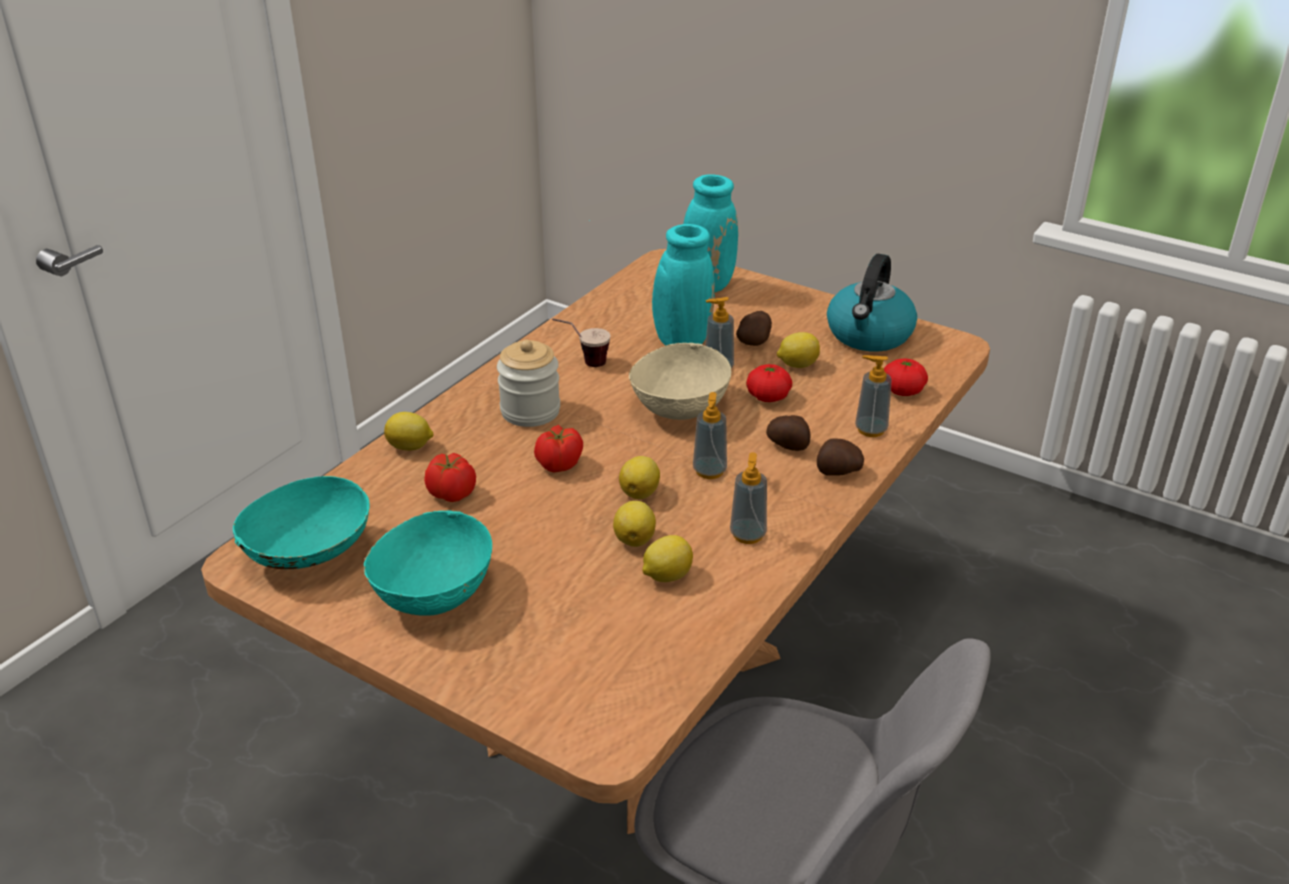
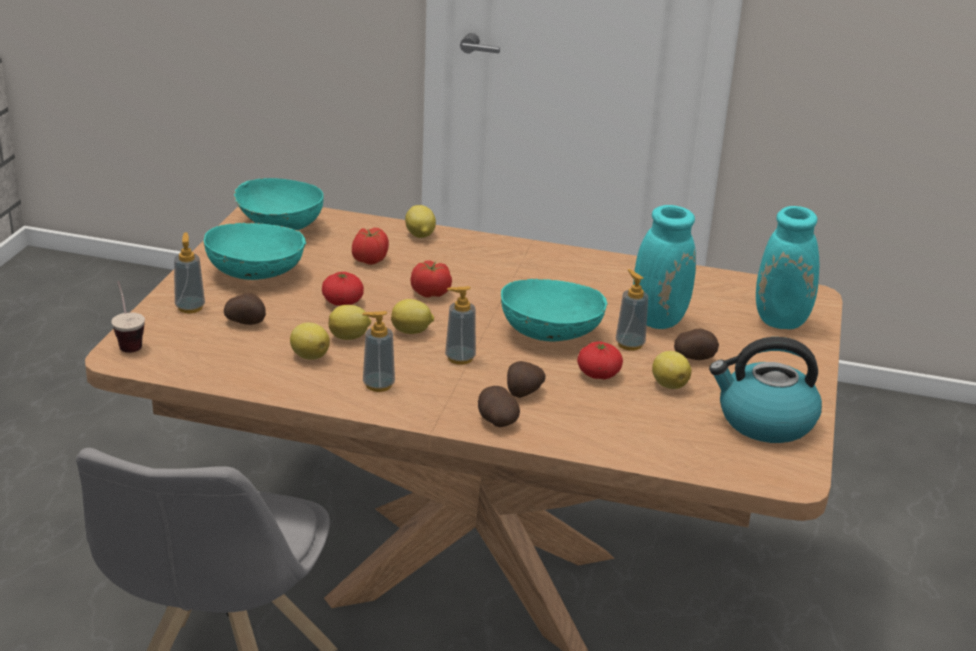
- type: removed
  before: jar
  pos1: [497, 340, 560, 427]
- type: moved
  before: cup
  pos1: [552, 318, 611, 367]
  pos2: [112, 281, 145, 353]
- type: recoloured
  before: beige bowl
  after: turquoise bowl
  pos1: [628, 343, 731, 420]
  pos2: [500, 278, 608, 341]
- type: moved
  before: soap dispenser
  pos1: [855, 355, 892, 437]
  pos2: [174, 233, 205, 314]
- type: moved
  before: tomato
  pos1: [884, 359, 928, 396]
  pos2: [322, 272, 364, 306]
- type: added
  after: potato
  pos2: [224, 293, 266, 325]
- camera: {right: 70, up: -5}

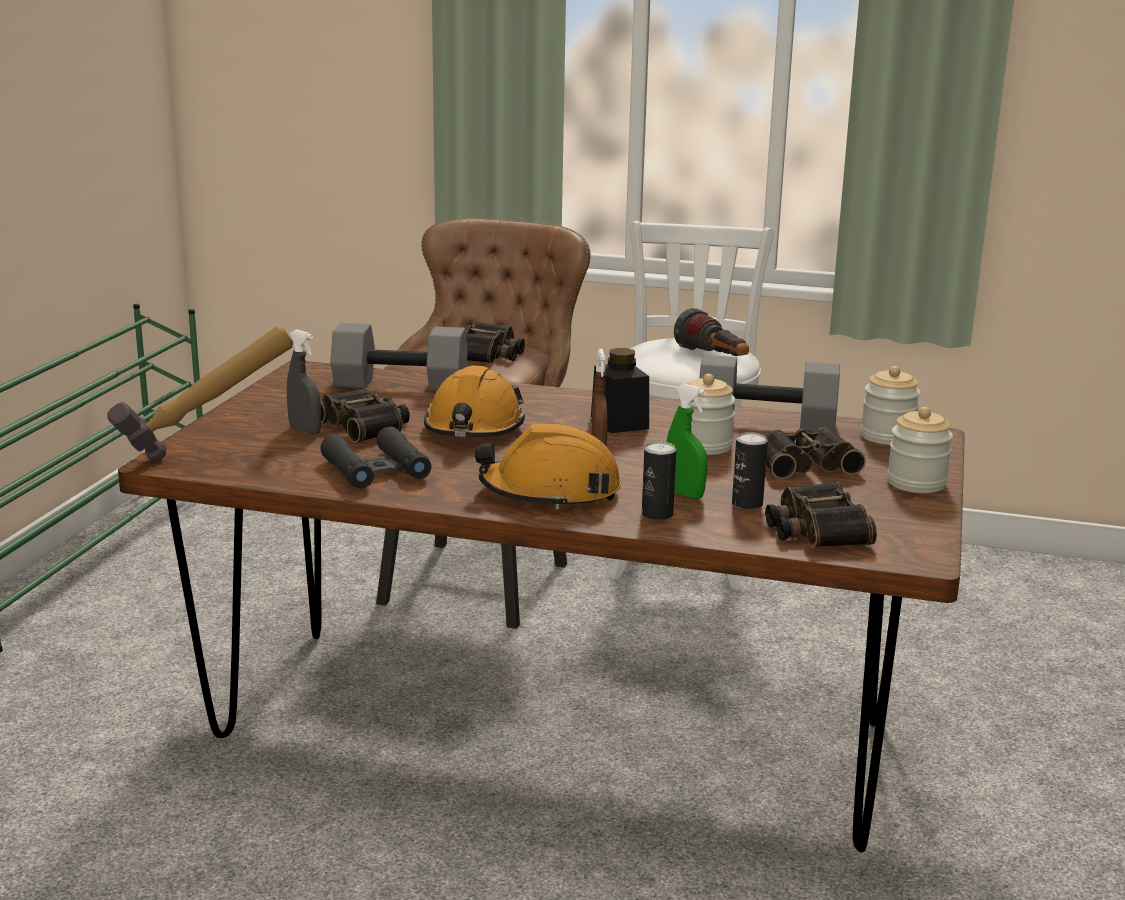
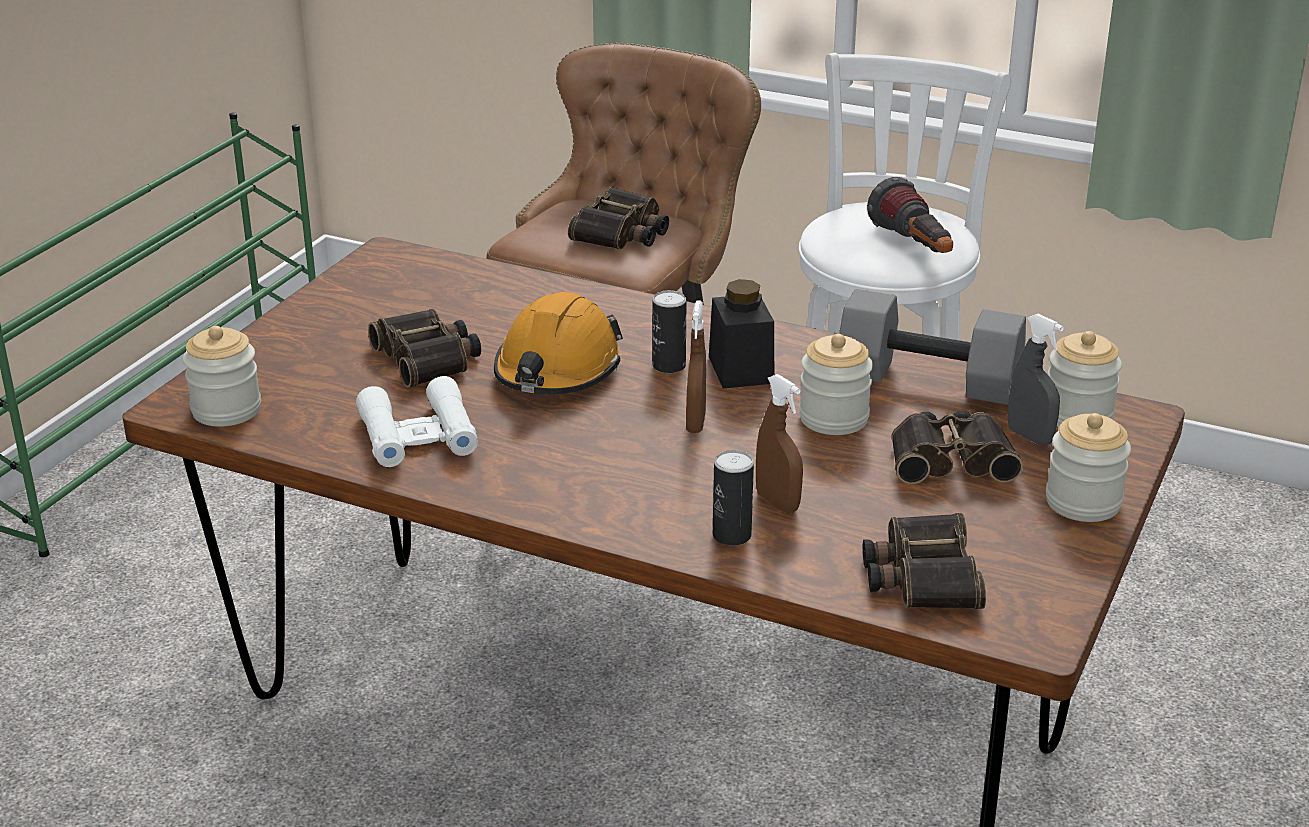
- type: replaced
  before: hammer
  after: jar
  pos1: [108, 326, 293, 461]
  pos2: [183, 326, 261, 427]
- type: moved
  before: grey spray bottle
  pos1: [287, 330, 321, 434]
  pos2: [1008, 314, 1064, 446]
- type: recoloured
  before: black binoculars
  after: white binoculars
  pos1: [320, 426, 431, 488]
  pos2: [356, 376, 478, 467]
- type: removed
  before: grey dumbbell
  pos1: [330, 323, 467, 391]
- type: removed
  before: orange hard hat
  pos1: [475, 424, 621, 509]
- type: recoloured
  before: green spray bottle
  after: brown spray bottle
  pos1: [667, 383, 707, 499]
  pos2: [756, 374, 803, 513]
- type: moved
  before: can
  pos1: [732, 432, 768, 510]
  pos2: [652, 290, 687, 373]
- camera: {right: 10, up: 10}

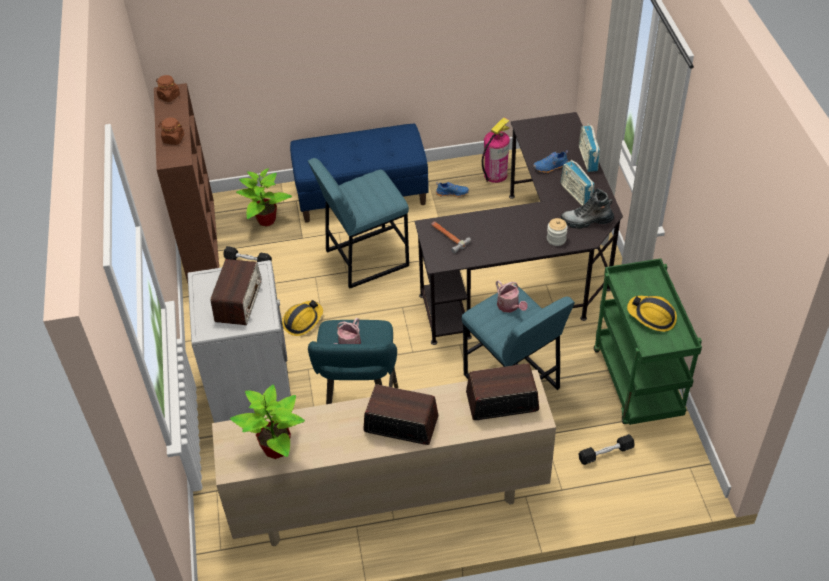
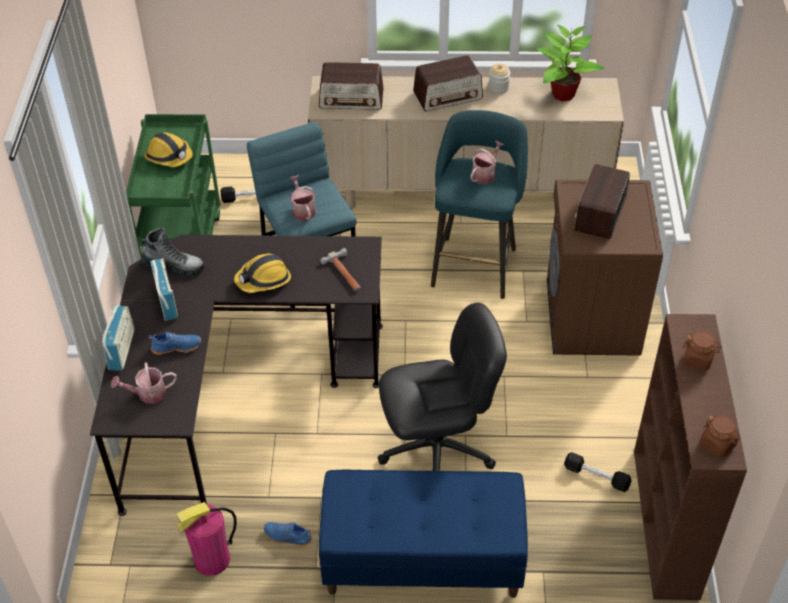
- type: recoloured
  before: white washing machine
  after: brown washing machine
  pos1: [187, 260, 291, 423]
  pos2: [547, 180, 663, 356]
- type: removed
  before: potted plant
  pos1: [236, 168, 292, 227]
- type: moved
  before: hard hat
  pos1: [282, 300, 323, 336]
  pos2: [234, 254, 291, 293]
- type: replaced
  before: blue stool
  after: black office chair
  pos1: [308, 158, 409, 289]
  pos2: [377, 303, 507, 471]
- type: turned
  before: radio
  pos1: [363, 384, 439, 445]
  pos2: [413, 55, 483, 111]
  turn: -45
- type: moved
  before: jar
  pos1: [547, 218, 568, 246]
  pos2: [489, 64, 510, 94]
- type: added
  after: watering can
  pos2: [111, 362, 177, 404]
- camera: {right: -170, up: 0}

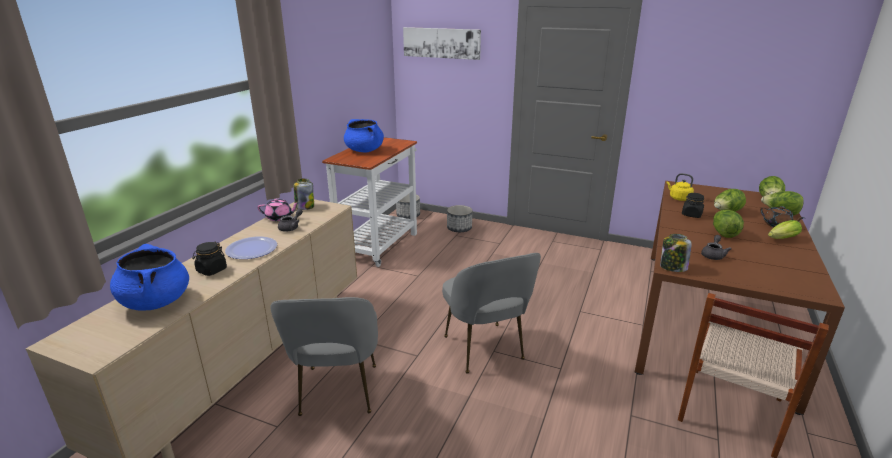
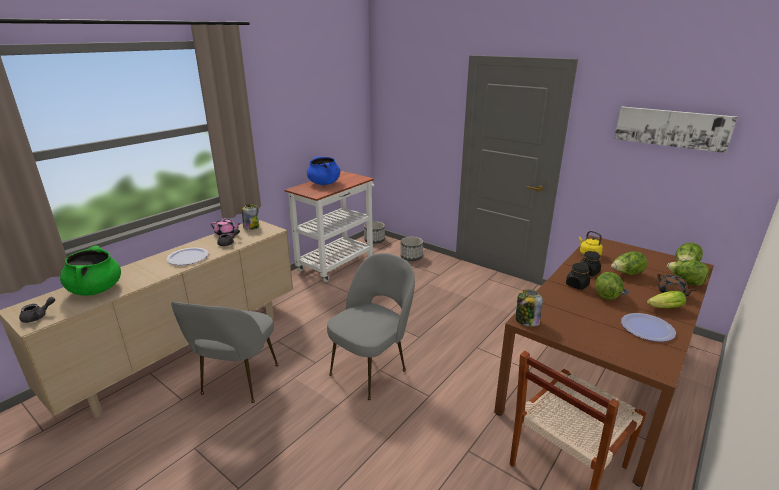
- type: recoloured
  before: blue cooking pot
  after: green cooking pot
  pos1: [110, 244, 189, 311]
  pos2: [60, 245, 121, 296]
- type: moved
  before: black jar
  pos1: [192, 242, 227, 276]
  pos2: [566, 263, 590, 290]
- type: moved
  before: picture
  pos1: [403, 27, 481, 60]
  pos2: [614, 107, 737, 153]
- type: turned
  before: grey chair
  pos1: [442, 253, 541, 374]
  pos2: [327, 253, 415, 400]
  turn: -135
- type: moved
  before: grey teapot
  pos1: [701, 235, 732, 260]
  pos2: [19, 297, 55, 323]
- type: added
  after: plate
  pos2: [621, 313, 676, 342]
- camera: {right: 15, up: 0}

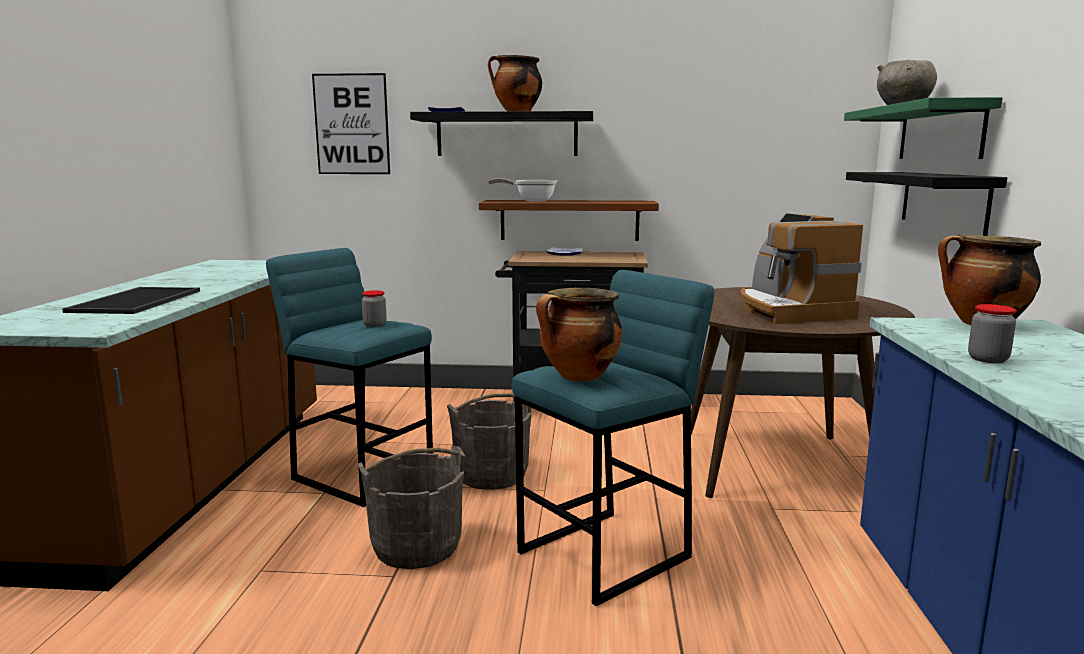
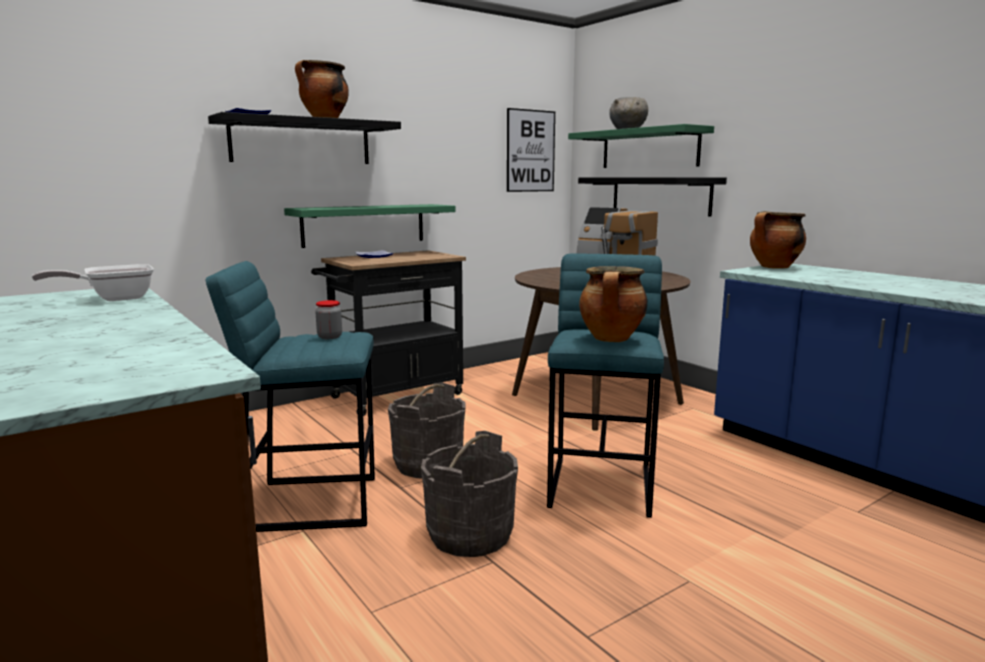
- type: removed
  before: tray
  pos1: [62, 287, 200, 314]
- type: moved
  before: picture
  pos1: [312, 73, 390, 174]
  pos2: [507, 108, 555, 192]
- type: recoloured
  before: brown shelf
  after: green shelf
  pos1: [479, 200, 659, 241]
  pos2: [284, 204, 455, 248]
- type: moved
  before: frying pan
  pos1: [488, 178, 557, 202]
  pos2: [32, 264, 154, 301]
- type: removed
  before: jar
  pos1: [968, 304, 1016, 363]
- camera: {right: -40, up: 0}

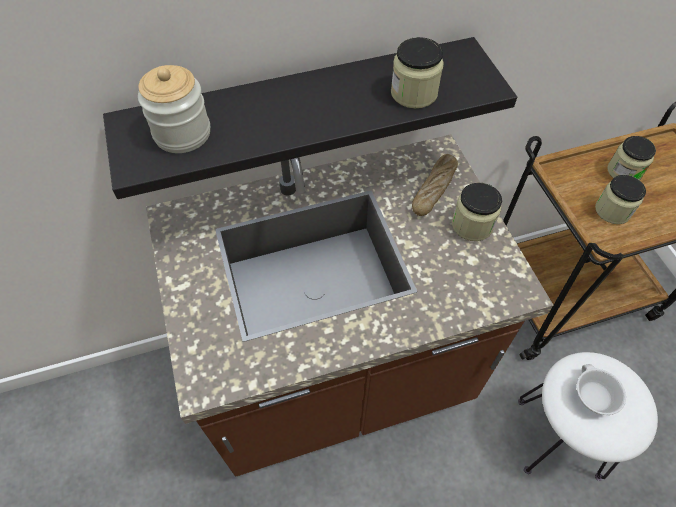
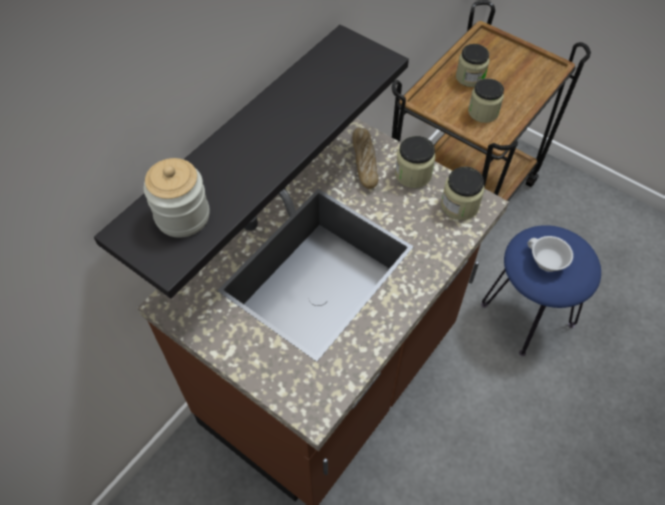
- type: moved
  before: jar
  pos1: [391, 37, 444, 108]
  pos2: [441, 166, 485, 220]
- type: recoloured
  before: white stool
  after: blue stool
  pos1: [518, 352, 658, 481]
  pos2: [481, 225, 601, 356]
- camera: {right: -35, up: 0}

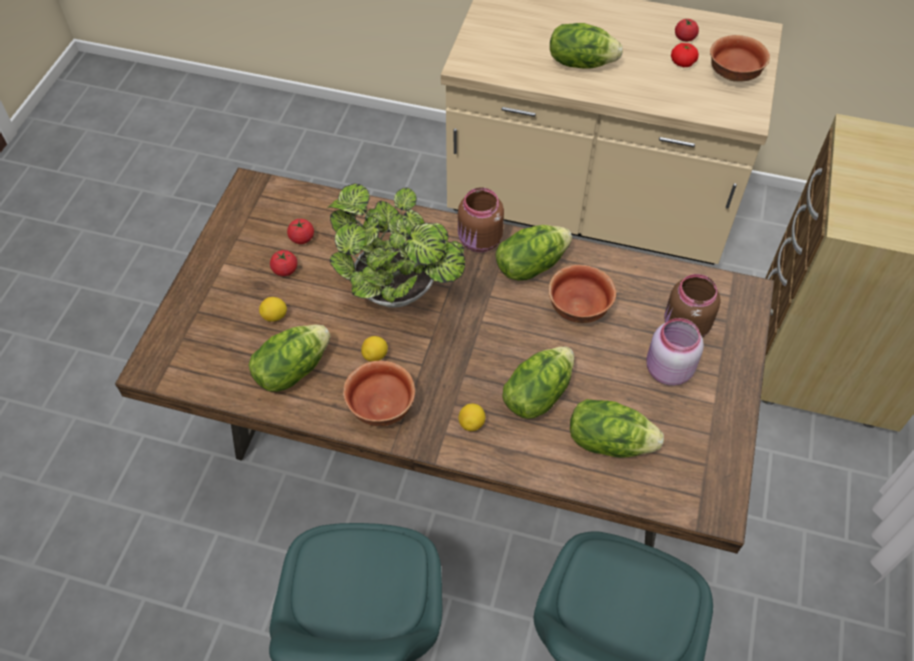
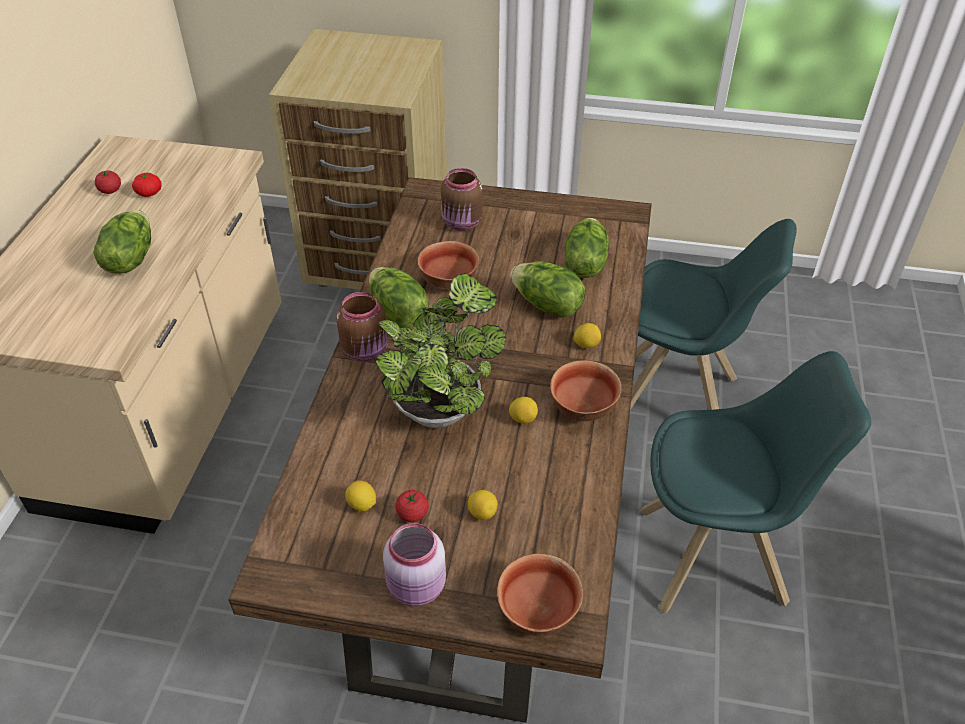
- type: removed
  before: lettuce
  pos1: [248, 325, 330, 392]
- type: replaced
  before: tomato
  after: lemon
  pos1: [287, 219, 314, 244]
  pos2: [345, 481, 376, 511]
- type: moved
  before: pink jar
  pos1: [646, 318, 704, 386]
  pos2: [383, 523, 446, 606]
- type: moved
  before: bowl
  pos1: [710, 35, 770, 82]
  pos2: [497, 554, 583, 636]
- camera: {right: -95, up: -10}

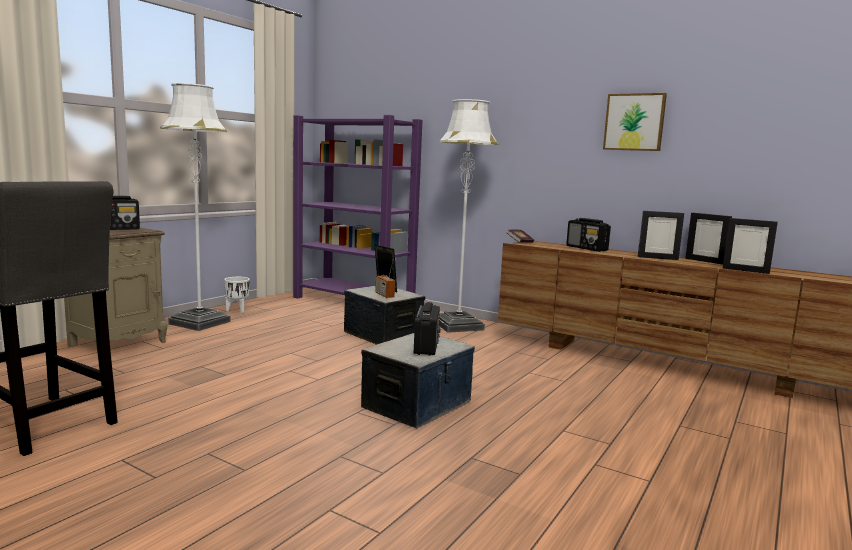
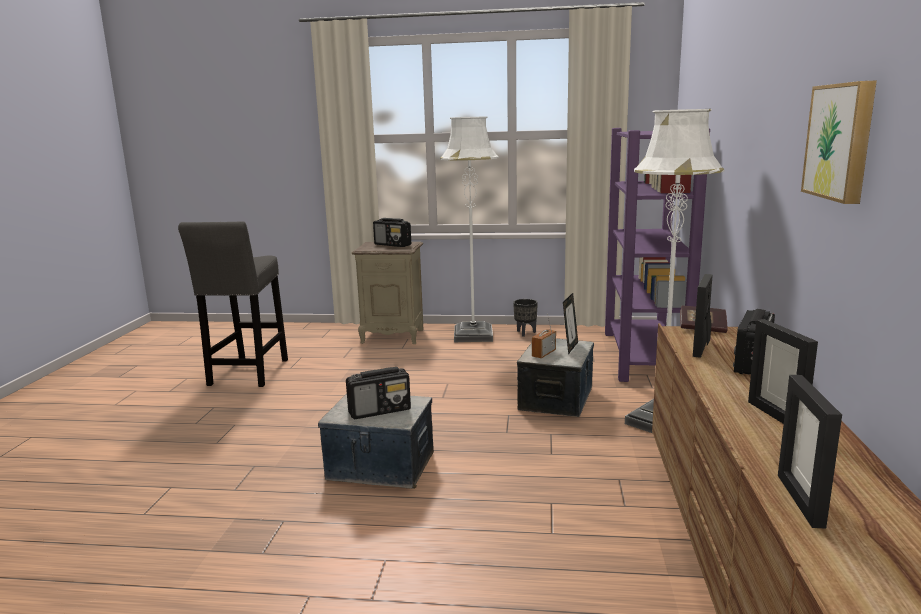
- type: recoloured
  before: white planter
  after: black planter
  pos1: [224, 277, 250, 313]
  pos2: [513, 299, 538, 337]
- type: moved
  before: picture frame
  pos1: [685, 213, 732, 265]
  pos2: [693, 274, 713, 358]
- camera: {right: 65, up: 5}

